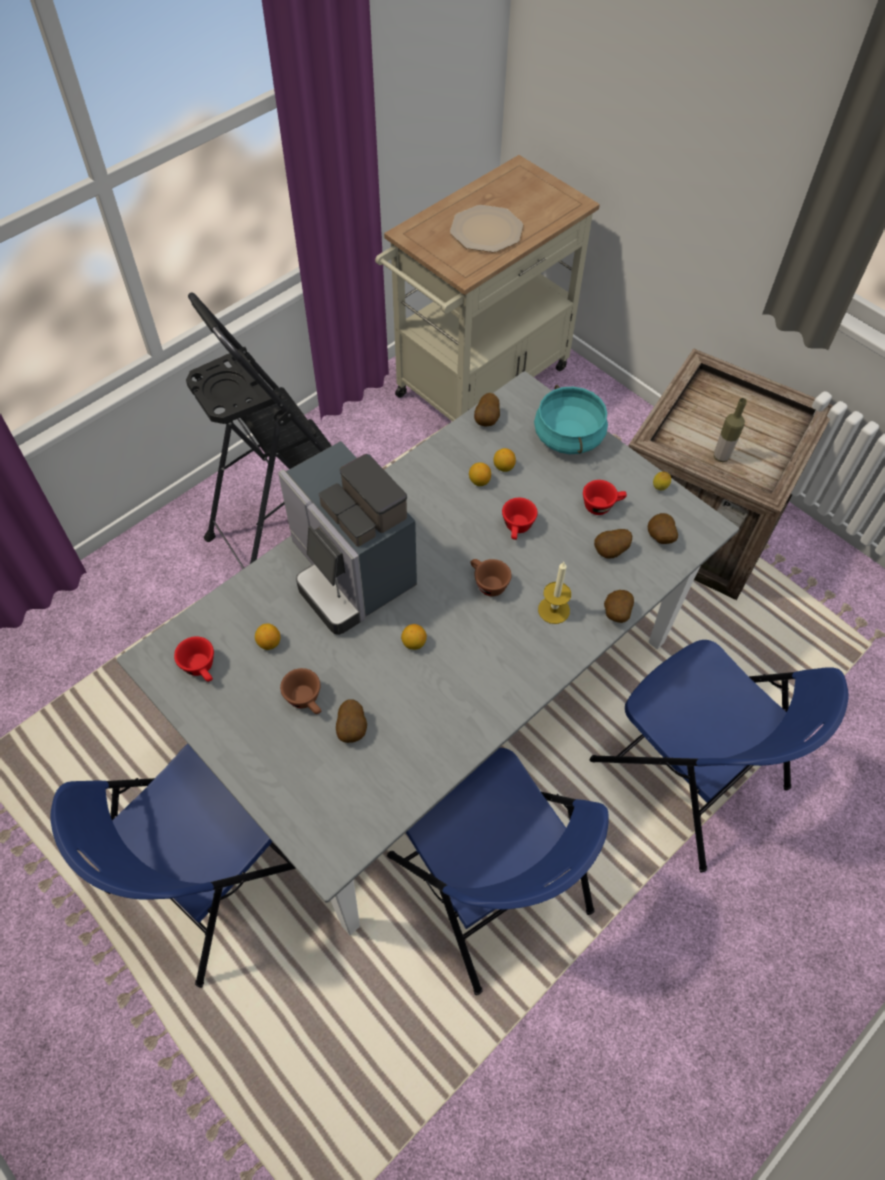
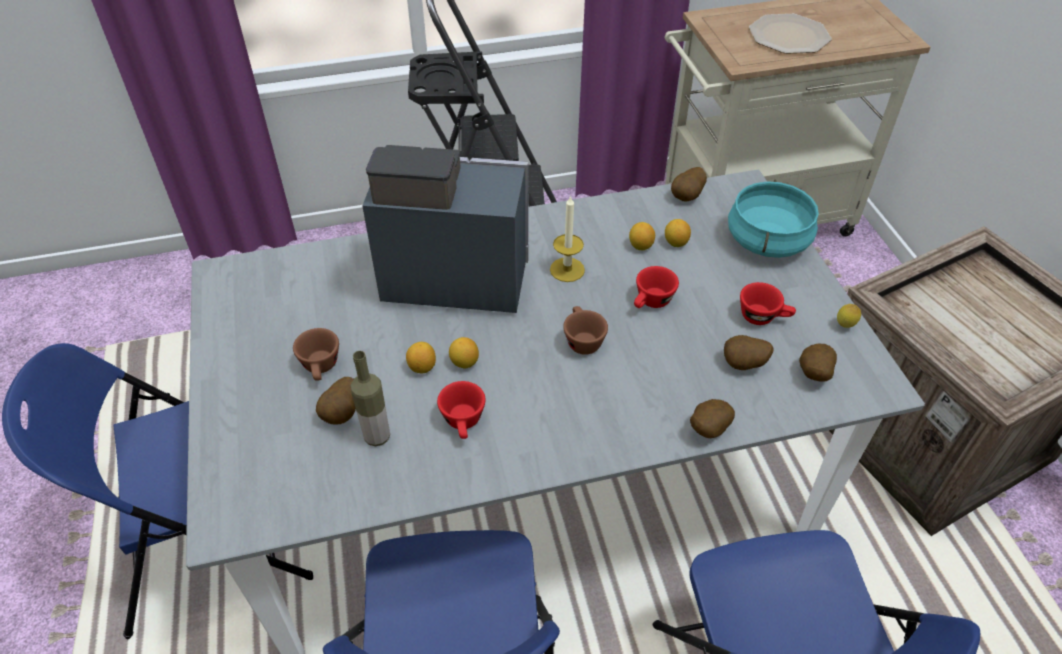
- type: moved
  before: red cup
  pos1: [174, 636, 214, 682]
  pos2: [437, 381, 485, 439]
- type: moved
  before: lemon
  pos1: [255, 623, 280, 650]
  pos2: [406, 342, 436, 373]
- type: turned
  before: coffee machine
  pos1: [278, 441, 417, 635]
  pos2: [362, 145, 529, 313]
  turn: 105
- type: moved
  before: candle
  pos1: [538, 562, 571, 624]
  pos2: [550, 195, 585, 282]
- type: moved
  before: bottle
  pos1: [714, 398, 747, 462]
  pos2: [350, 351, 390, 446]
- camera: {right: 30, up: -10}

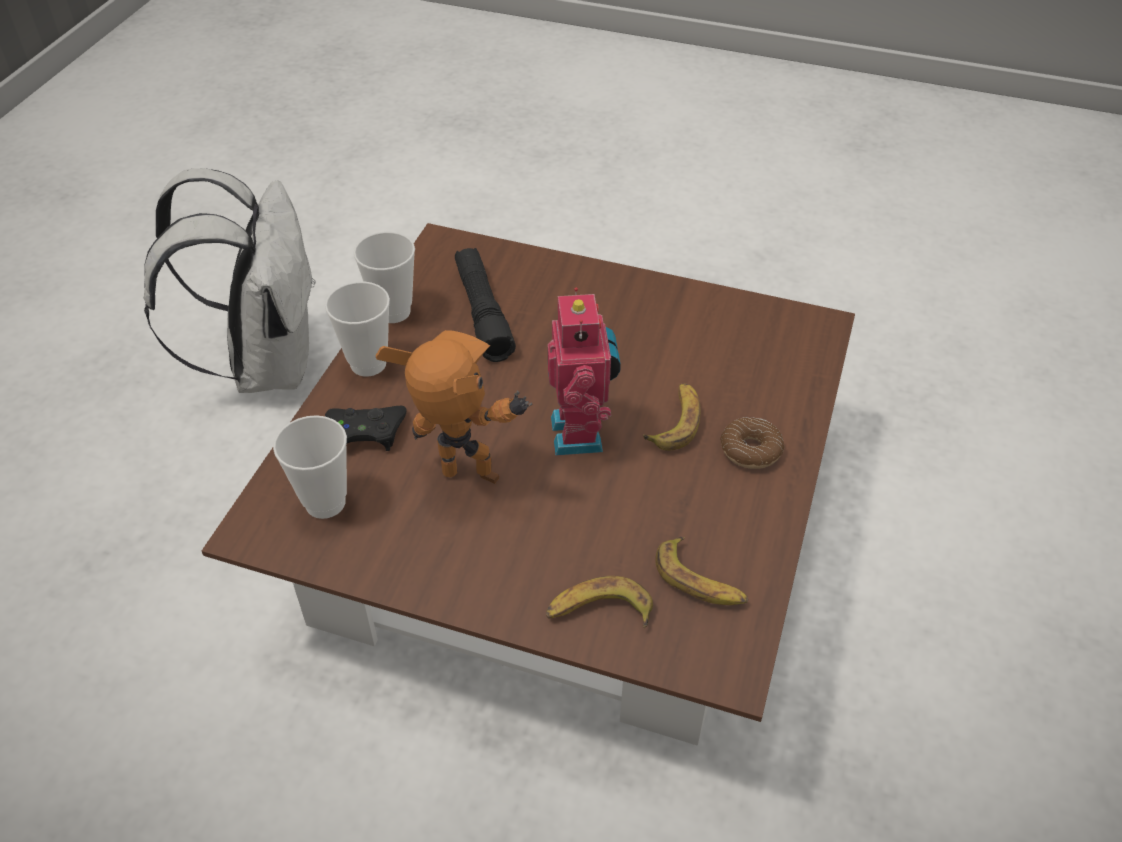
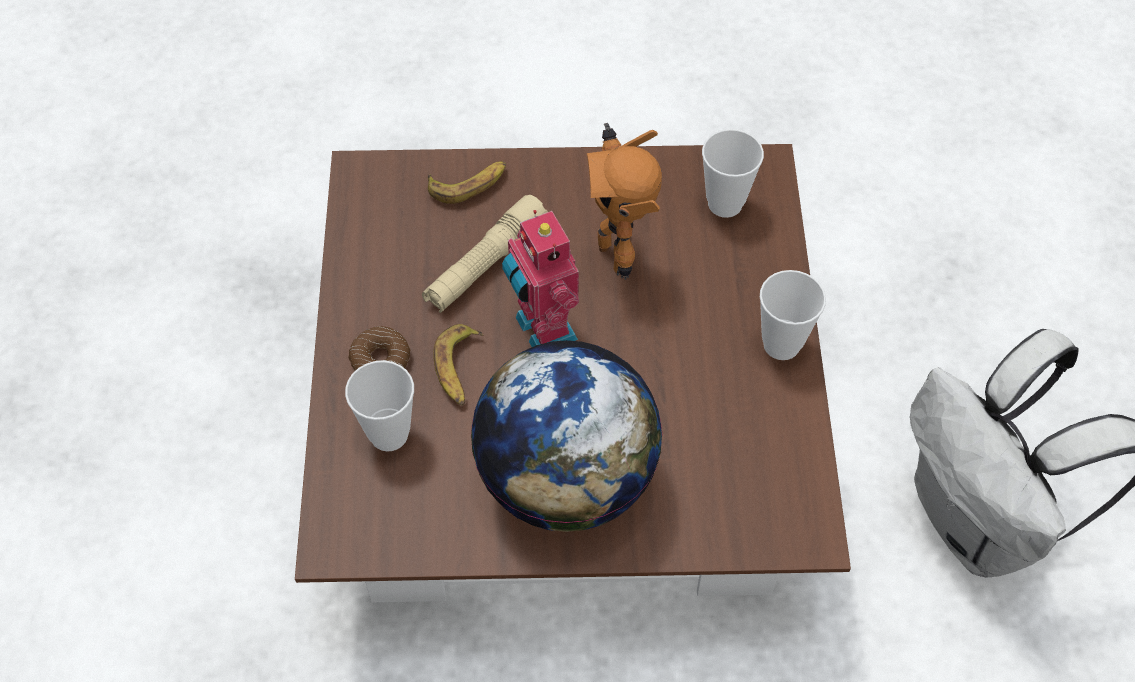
- type: removed
  before: black game controller
  pos1: [325, 406, 407, 451]
- type: moved
  before: cup
  pos1: [354, 232, 415, 323]
  pos2: [345, 360, 414, 451]
- type: turned
  before: toy robot
  pos1: [375, 330, 532, 484]
  pos2: [586, 123, 662, 280]
  turn: 75
- type: removed
  before: black flashlight
  pos1: [455, 248, 516, 362]
- type: removed
  before: banana
  pos1: [655, 536, 748, 605]
- type: added
  after: beige flashlight
  pos2: [422, 195, 548, 313]
- type: added
  after: globe
  pos2: [470, 340, 663, 532]
- camera: {right: 160, up: 10}

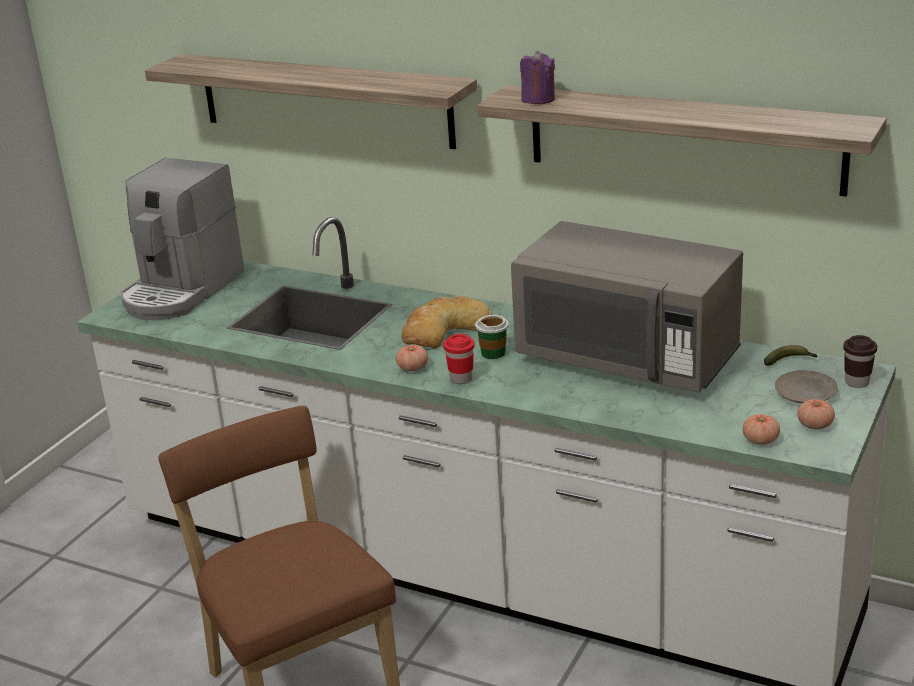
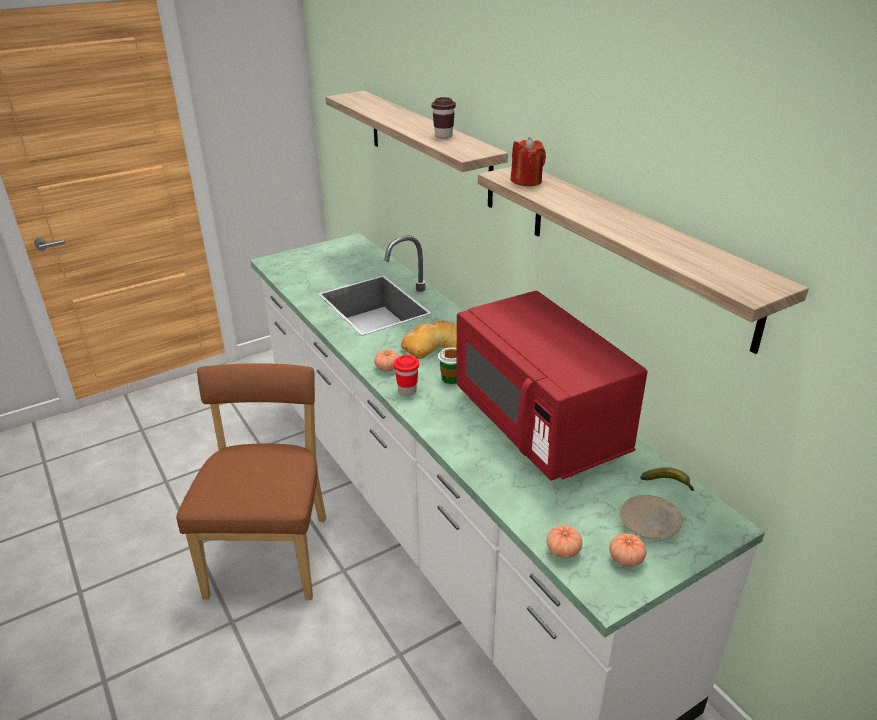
- type: removed
  before: coffee machine
  pos1: [120, 158, 245, 320]
- type: recoloured
  before: grey microwave
  after: red microwave
  pos1: [511, 221, 743, 392]
  pos2: [457, 291, 647, 481]
- type: recoloured
  before: purple candle
  after: red candle
  pos1: [520, 51, 555, 104]
  pos2: [511, 137, 546, 186]
- type: moved
  before: brown cup
  pos1: [843, 335, 877, 388]
  pos2: [431, 97, 456, 138]
- camera: {right: 30, up: 5}

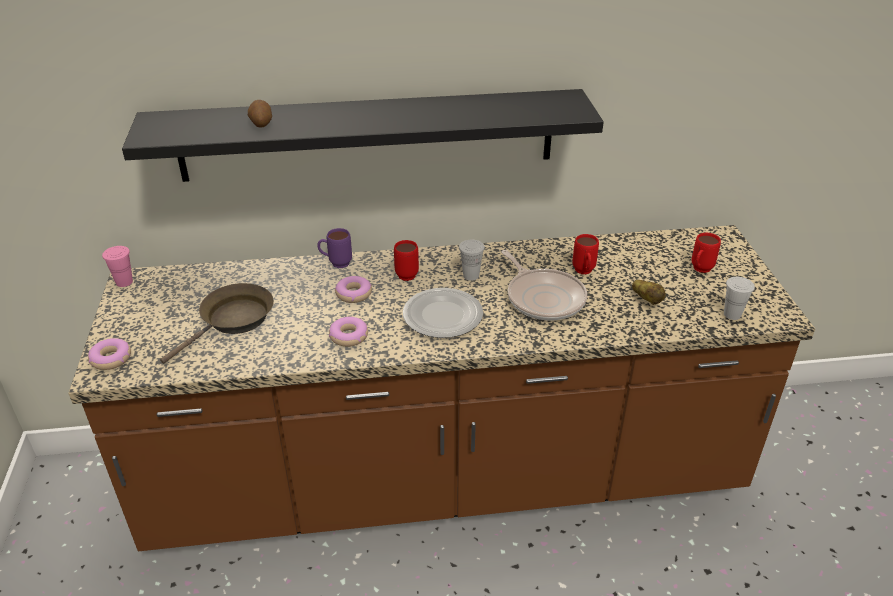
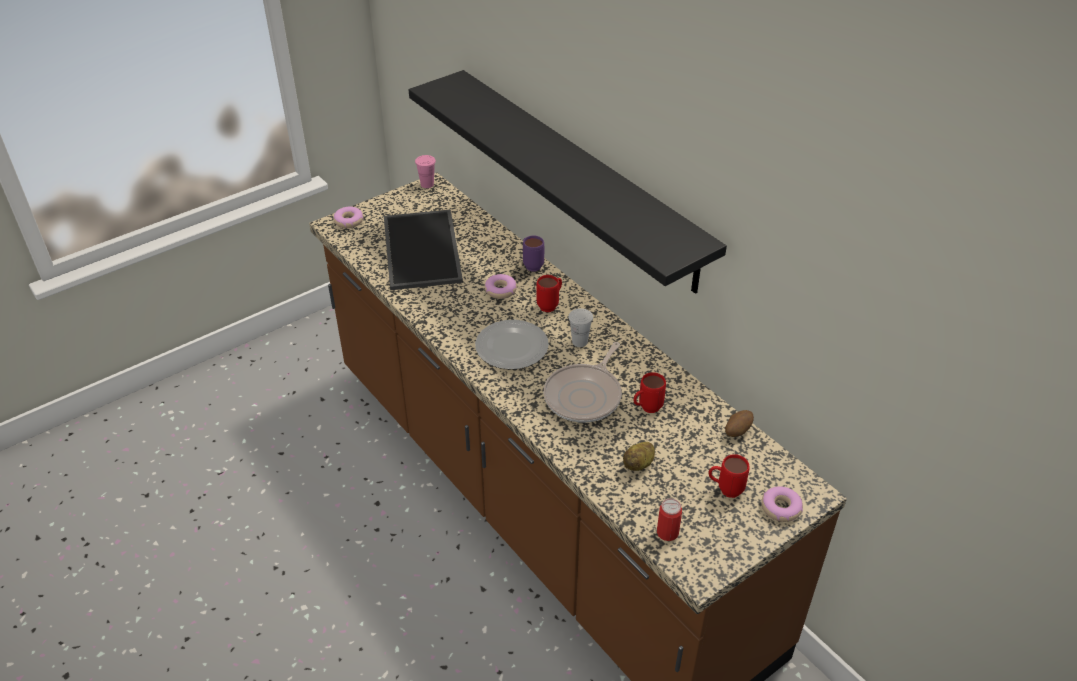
- type: replaced
  before: brown frying pan
  after: tray
  pos1: [160, 283, 274, 364]
  pos2: [384, 209, 463, 290]
- type: moved
  before: potato
  pos1: [248, 100, 272, 128]
  pos2: [725, 410, 754, 437]
- type: moved
  before: donut
  pos1: [329, 317, 368, 347]
  pos2: [761, 486, 803, 522]
- type: replaced
  before: white cup
  after: can
  pos1: [724, 277, 755, 320]
  pos2: [657, 498, 682, 541]
- camera: {right: 60, up: 5}

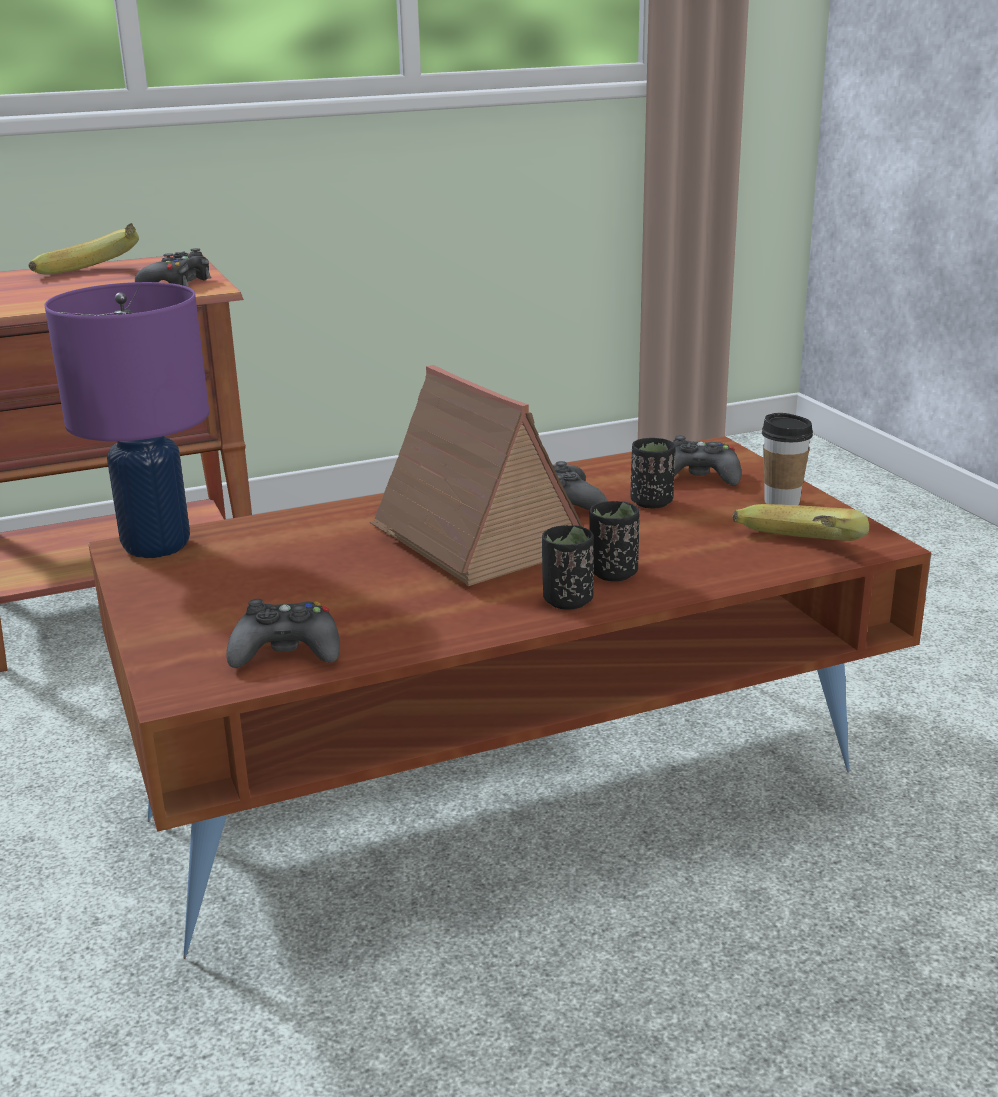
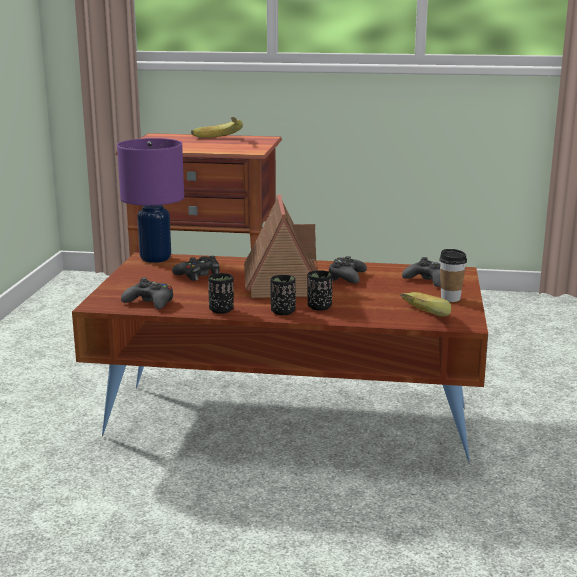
- type: moved
  before: black game controller
  pos1: [135, 248, 211, 287]
  pos2: [172, 256, 220, 281]
- type: moved
  before: black cup
  pos1: [631, 438, 675, 509]
  pos2: [208, 273, 234, 314]
- camera: {right: 30, up: -5}

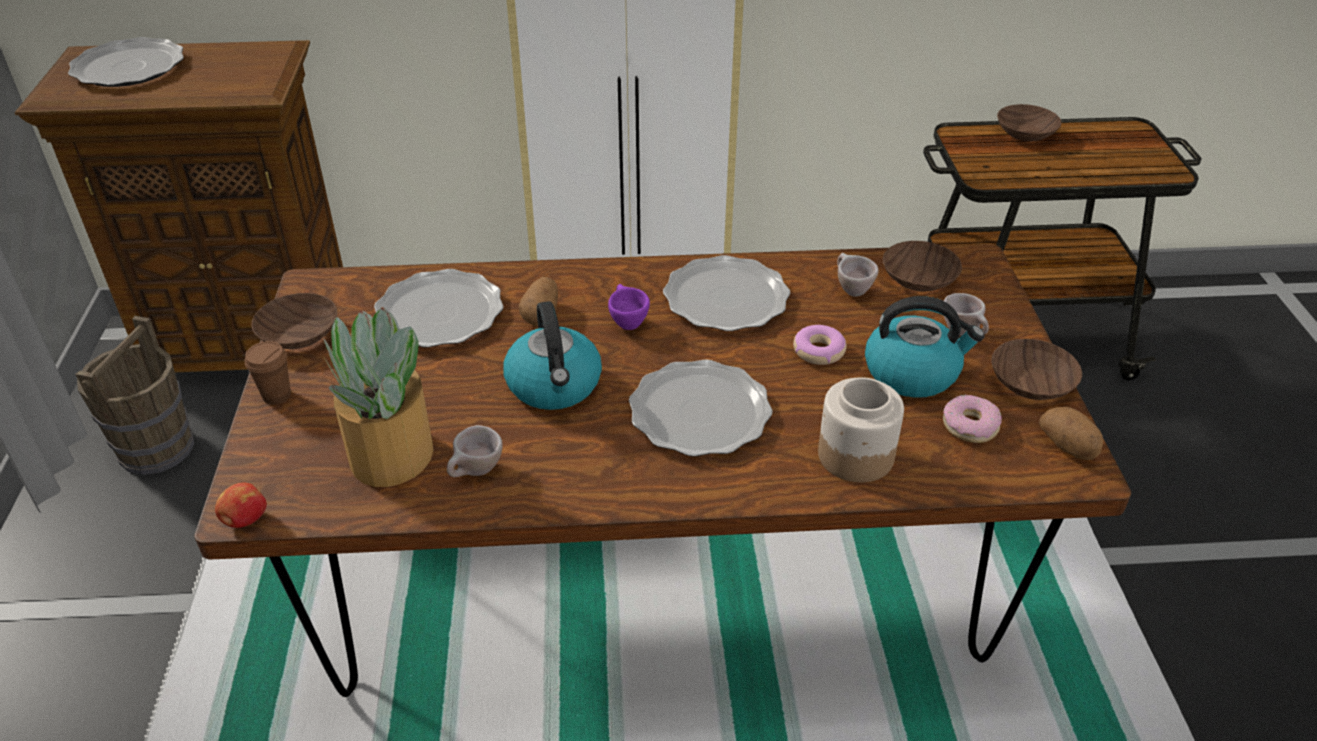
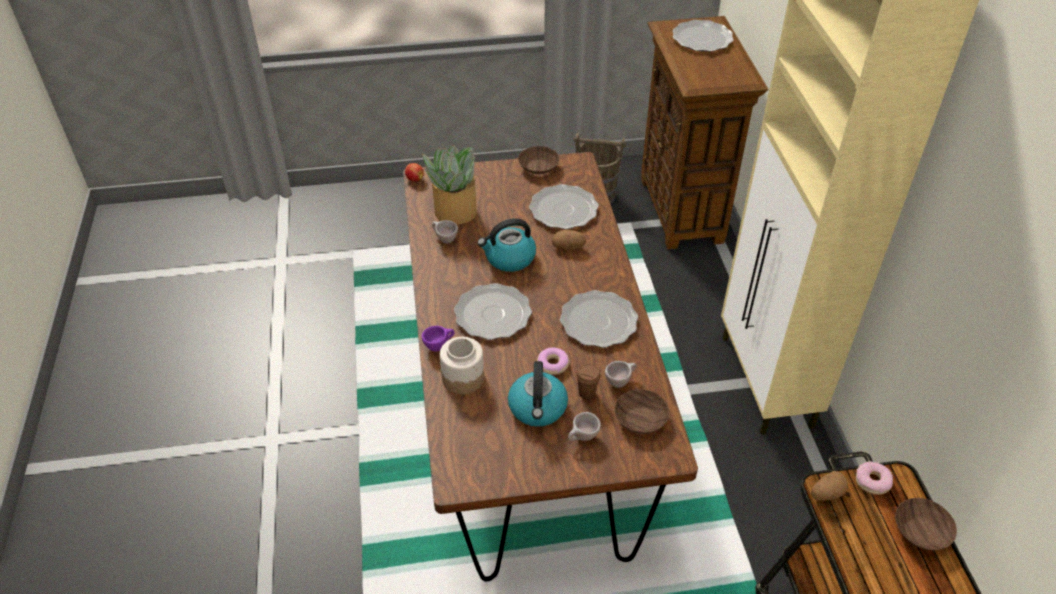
- type: moved
  before: brown cup
  pos1: [245, 341, 291, 405]
  pos2: [576, 364, 601, 400]
- type: moved
  before: purple cup
  pos1: [608, 284, 650, 330]
  pos2: [422, 326, 455, 352]
- type: moved
  before: donut
  pos1: [943, 395, 1002, 443]
  pos2: [856, 461, 893, 495]
- type: removed
  before: brown bowl
  pos1: [991, 339, 1082, 400]
- type: moved
  before: potato
  pos1: [1039, 407, 1103, 460]
  pos2: [811, 471, 848, 501]
- camera: {right: 85, up: 5}

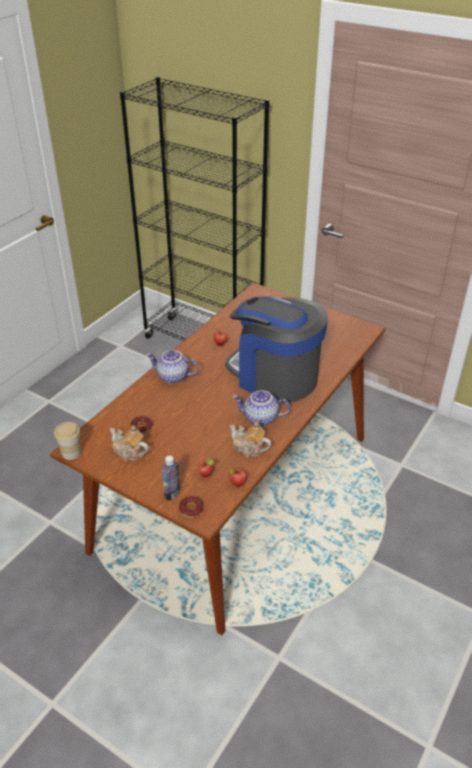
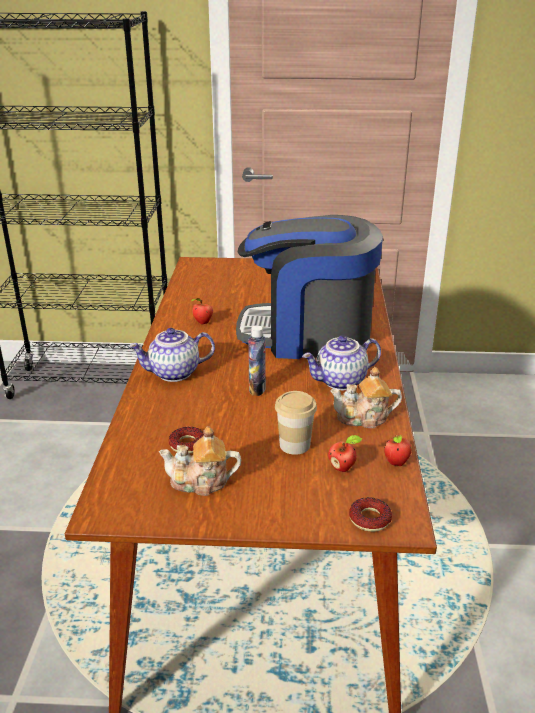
- type: moved
  before: cup
  pos1: [54, 422, 81, 460]
  pos2: [275, 391, 317, 455]
- type: moved
  before: bottle
  pos1: [162, 456, 180, 501]
  pos2: [248, 325, 266, 396]
- camera: {right: -30, up: -10}

